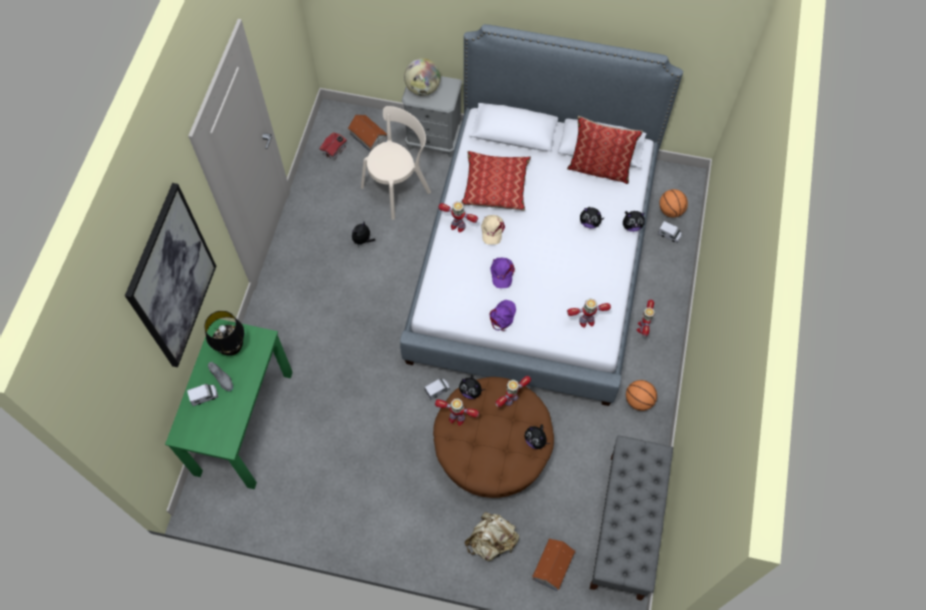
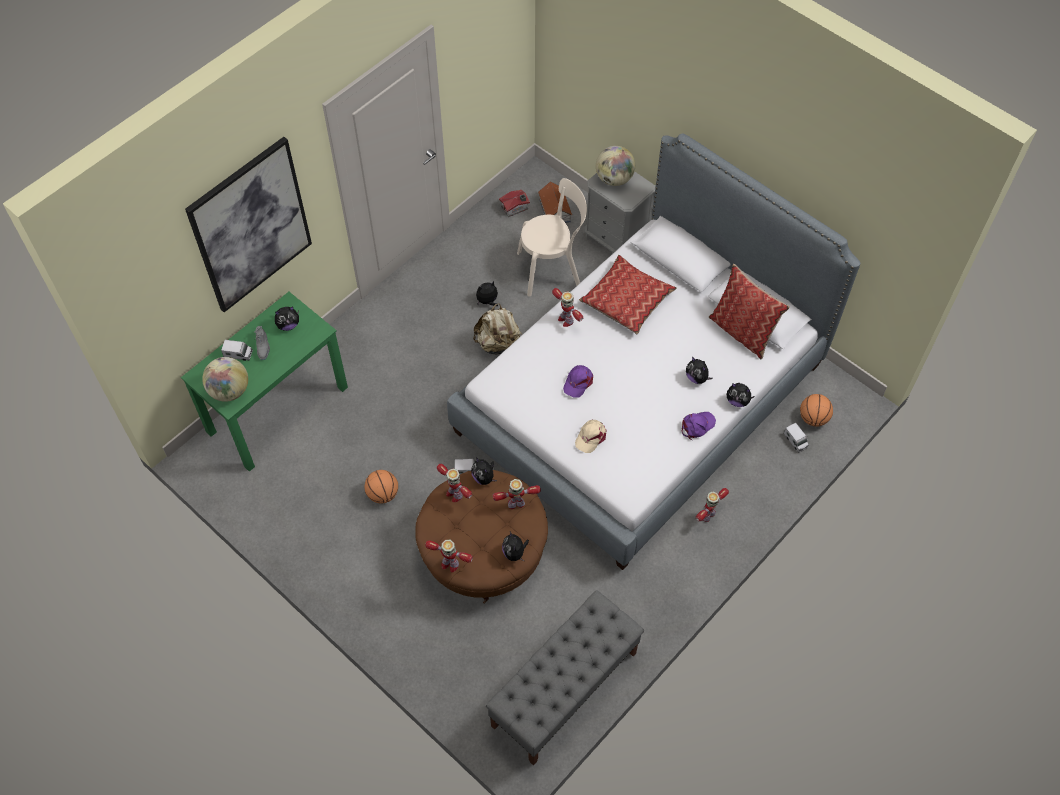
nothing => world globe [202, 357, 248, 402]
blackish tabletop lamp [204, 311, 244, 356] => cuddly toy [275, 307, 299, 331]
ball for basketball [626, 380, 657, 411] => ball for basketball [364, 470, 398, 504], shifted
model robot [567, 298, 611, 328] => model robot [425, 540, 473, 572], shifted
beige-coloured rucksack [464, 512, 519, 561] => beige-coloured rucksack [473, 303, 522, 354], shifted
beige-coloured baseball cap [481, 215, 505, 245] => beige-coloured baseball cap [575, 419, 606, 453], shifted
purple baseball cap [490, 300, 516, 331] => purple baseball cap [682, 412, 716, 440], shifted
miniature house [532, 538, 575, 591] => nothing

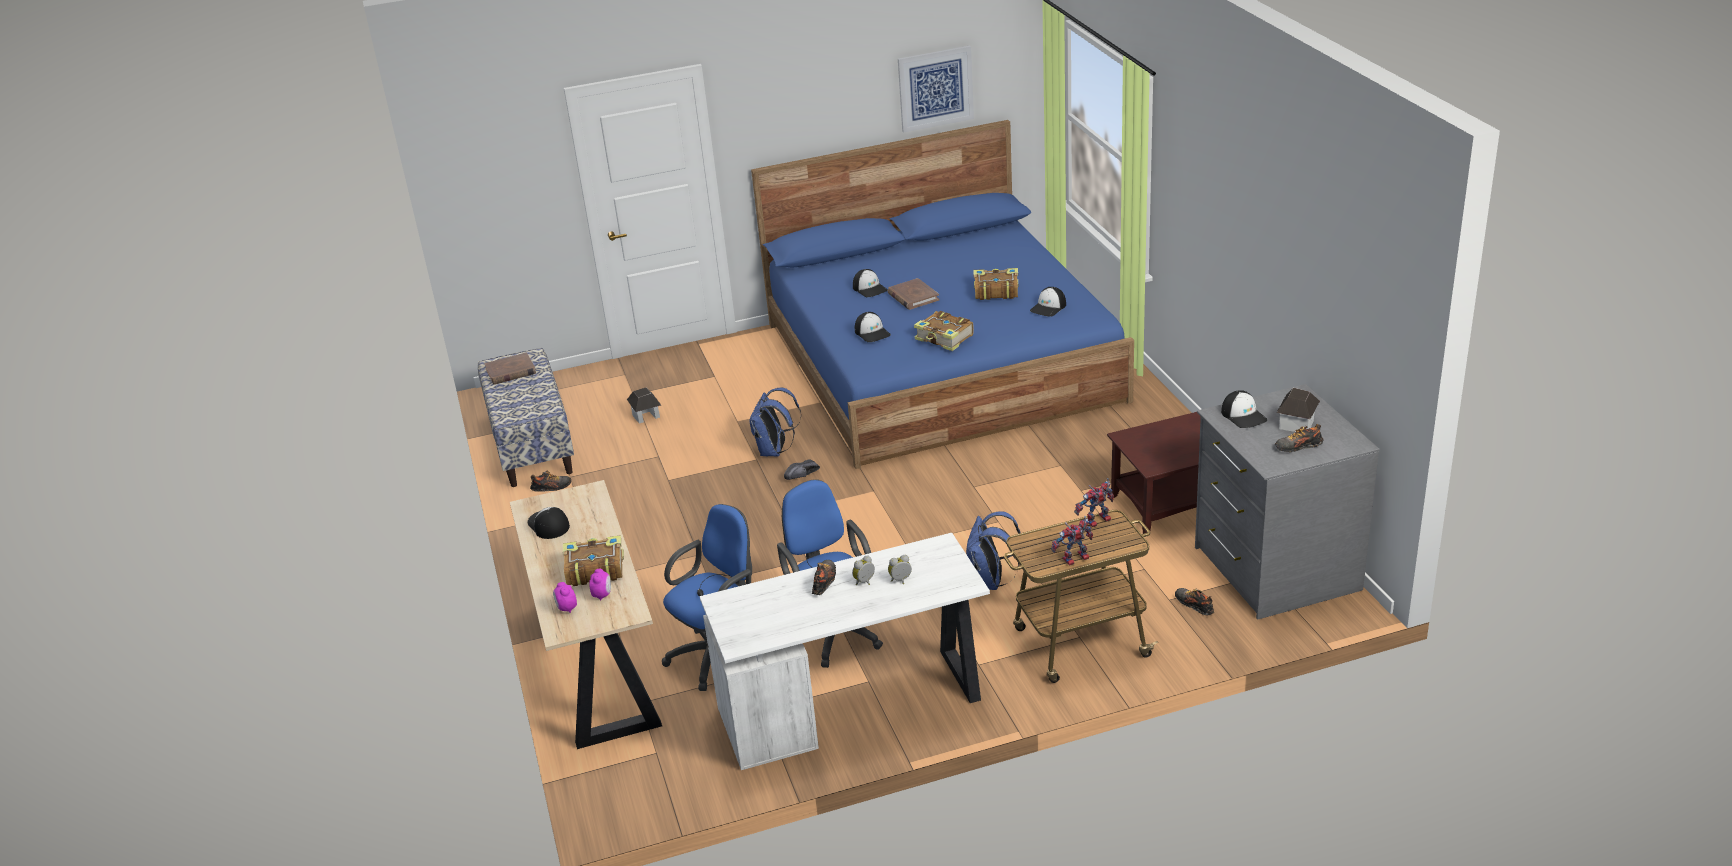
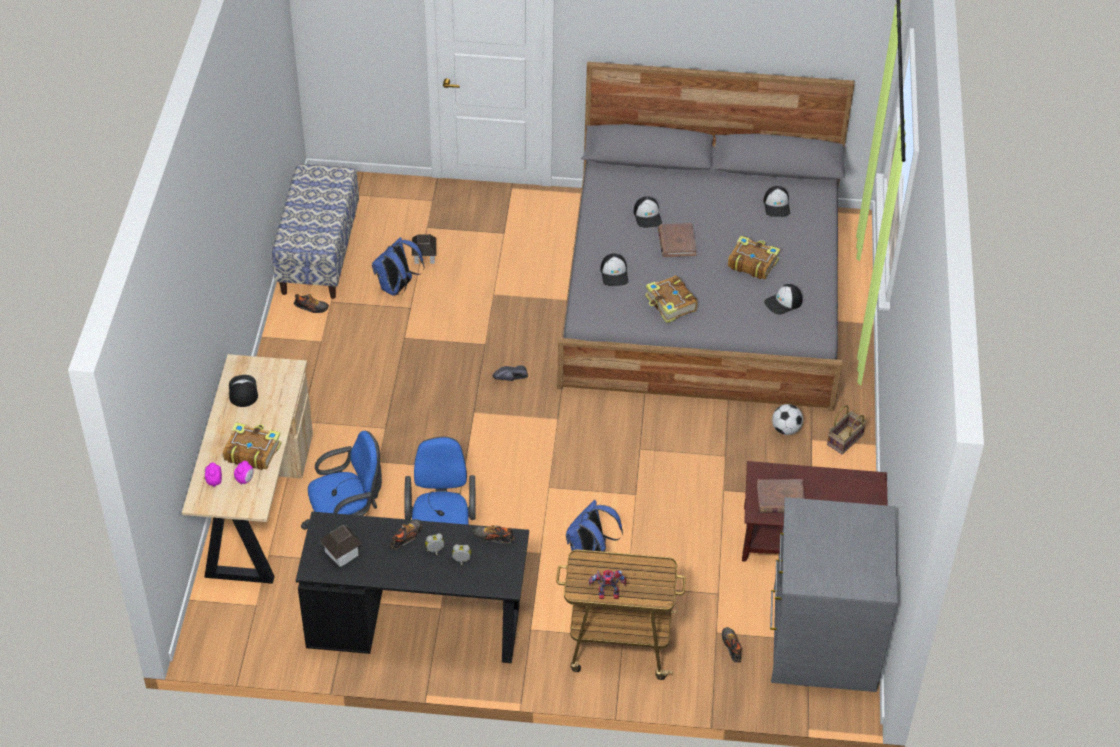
whitish desk table [700, 533, 990, 770] => blackish desk table [296, 512, 529, 663]
miniature house [1276, 388, 1320, 432] => miniature house [320, 525, 363, 567], shifted
blue rucksack [750, 388, 801, 457] => blue rucksack [372, 237, 425, 296], shifted
shoe [1275, 424, 1323, 452] => shoe [473, 525, 515, 544], shifted
blue sleeping bed [751, 120, 1134, 469] => greyish sleeping bed [557, 62, 855, 411]
brownish book [484, 352, 536, 385] => brownish book [757, 479, 805, 513], shifted
baseball cap [1221, 390, 1268, 428] => baseball cap [763, 186, 790, 217], shifted
nothing => football ball [772, 404, 803, 435]
nothing => household basket [827, 405, 867, 454]
wall picture [898, 46, 974, 133] => nothing
model robot [1074, 478, 1114, 527] => nothing

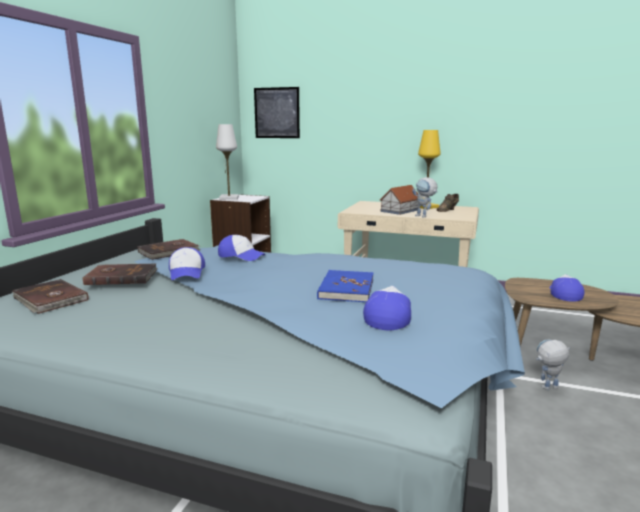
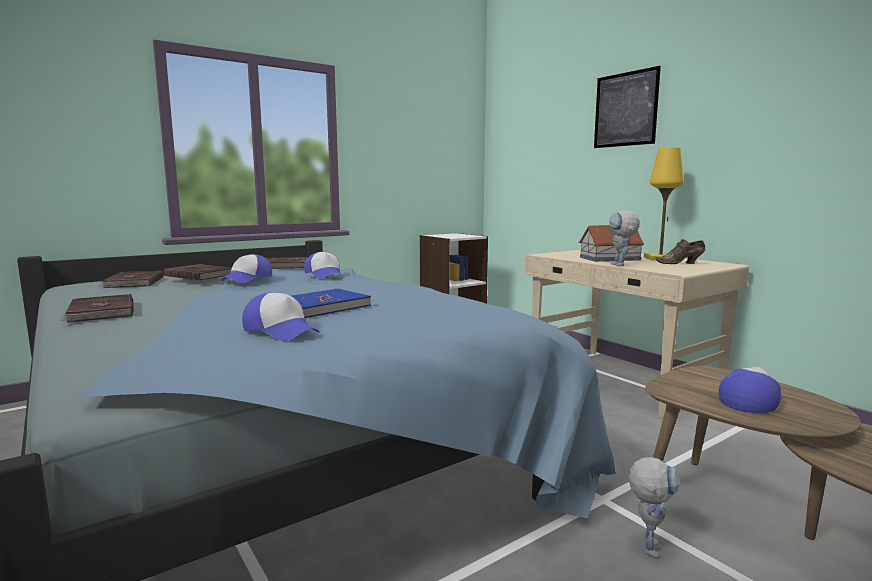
nothing => brownish book [60, 294, 134, 323]
baseball cap [363, 286, 411, 330] => baseball cap [242, 292, 319, 341], 75 degrees clockwise
wall picture [254, 87, 300, 138] => wall picture [594, 66, 661, 148], shifted
model robot [536, 339, 570, 390] => model robot [628, 457, 680, 558], 90 degrees clockwise
whitish tabletop lamp [216, 124, 239, 200] => nothing

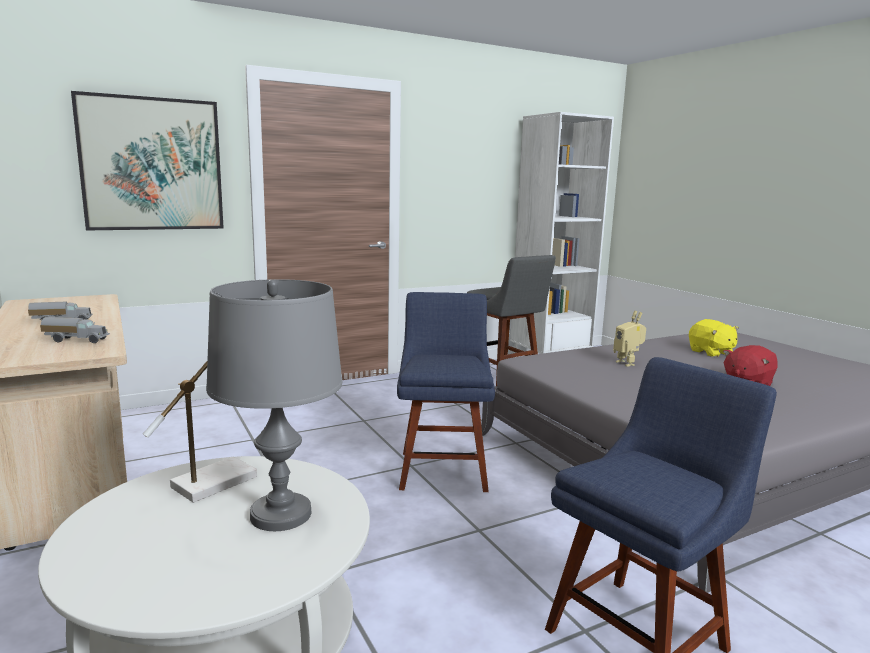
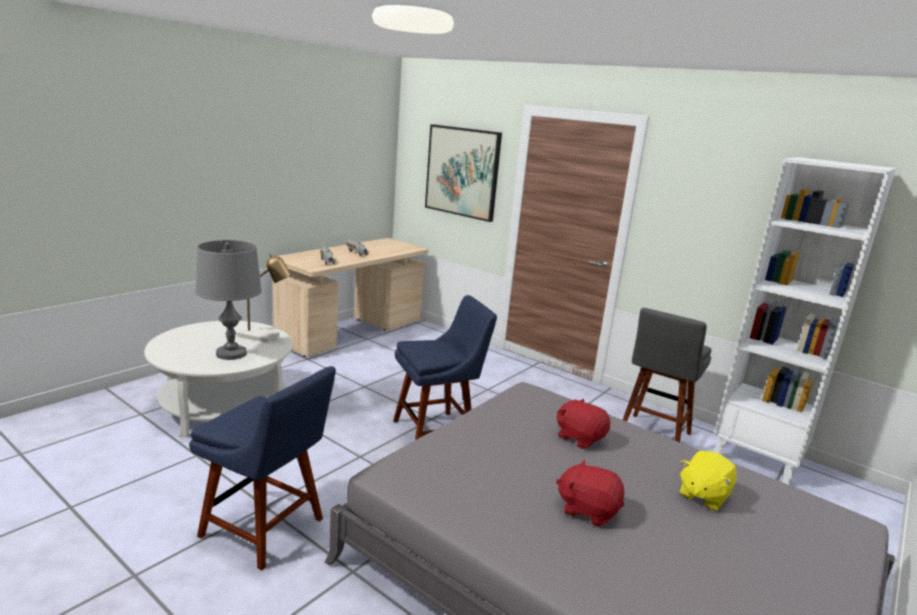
model robot [613, 310, 646, 367] => red cuddly toy [557, 398, 610, 449]

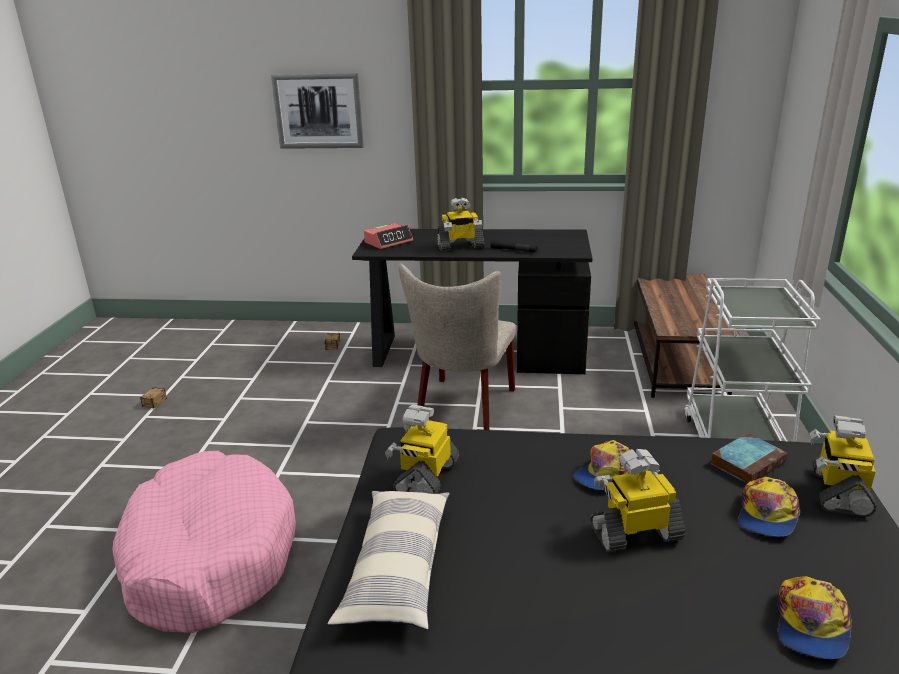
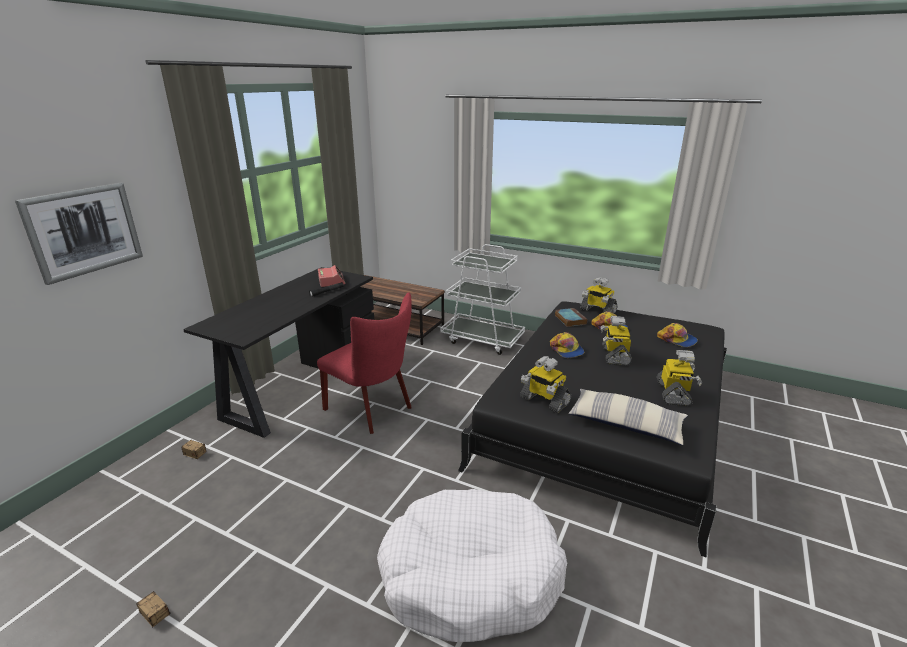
beige-coloured plain chair [398, 263, 516, 430] => red plain chair [317, 292, 412, 434]
alarm clock [364, 223, 413, 249] => alarm clock [318, 265, 345, 287], shifted
pinkish dog bed [112, 451, 296, 633] => whitish dog bed [377, 489, 567, 642]
model robot [437, 197, 484, 251] => model robot [657, 350, 702, 406], shifted

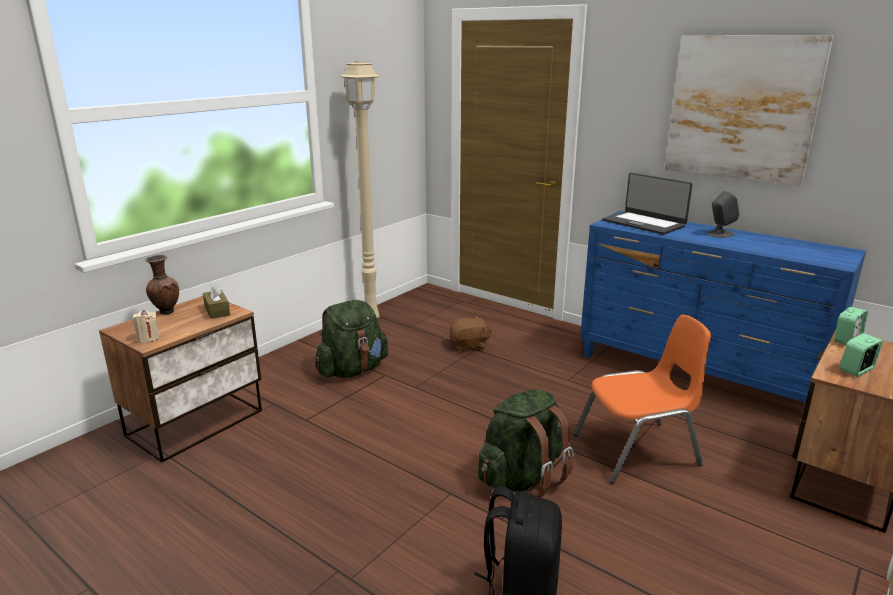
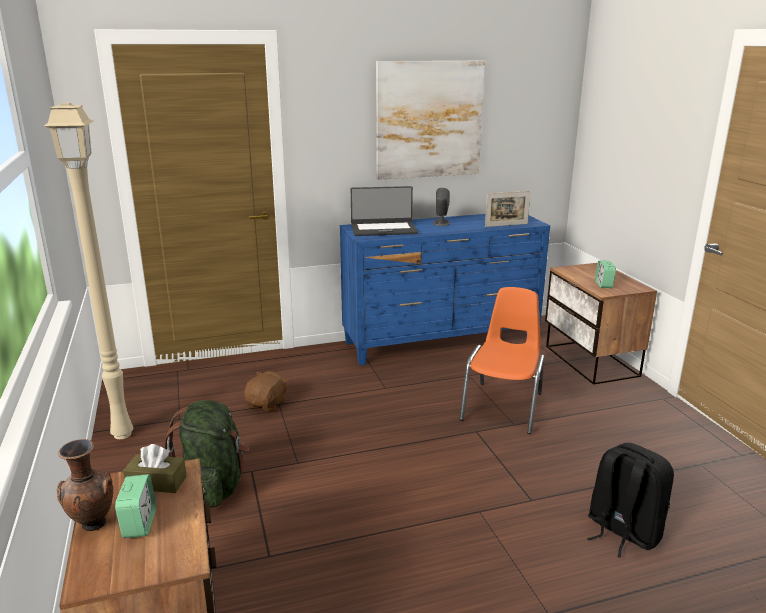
alarm clock [834, 307, 868, 345] => alarm clock [115, 474, 156, 538], shifted
nothing => standing frame [485, 191, 531, 227]
beige-coloured candle [132, 310, 160, 343] => nothing
greenish rucksack [478, 389, 574, 497] => nothing

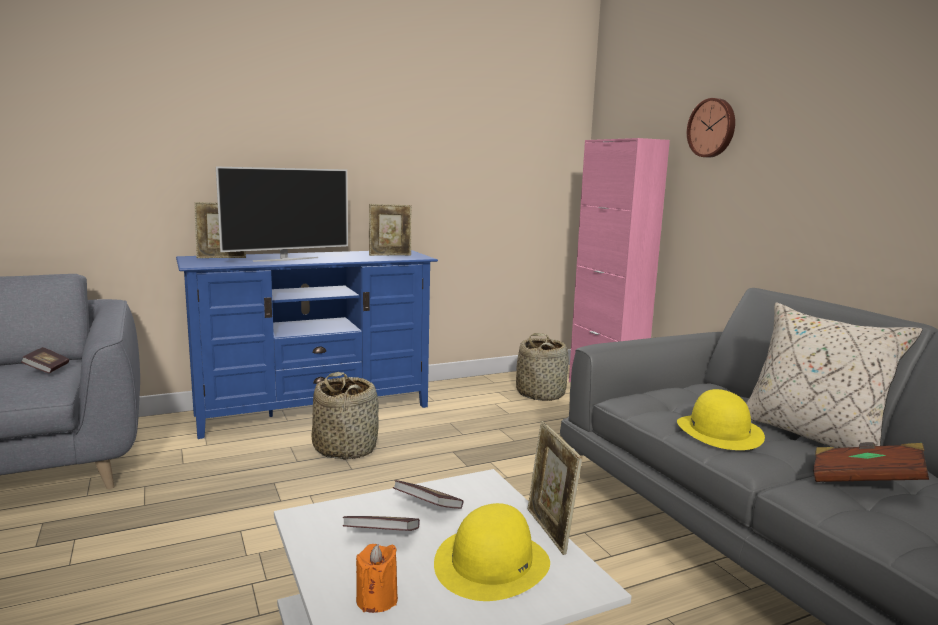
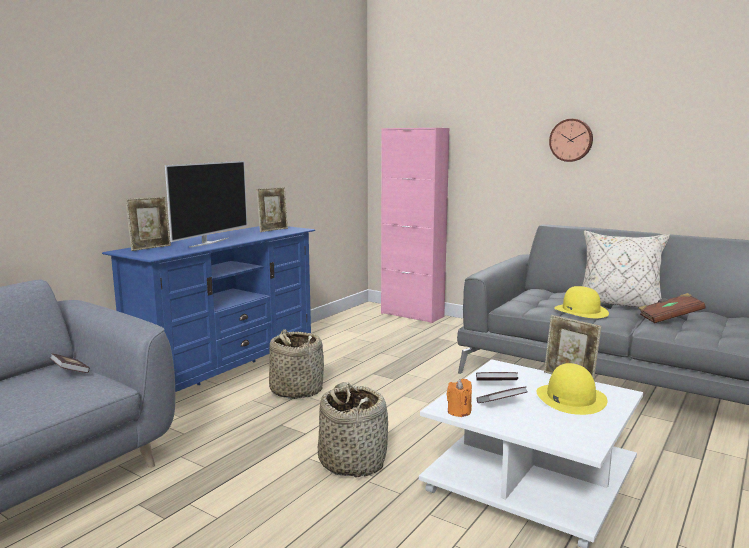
household basket [516, 333, 569, 401] => household basket [318, 382, 388, 477], shifted
orange-coloured candle [356, 544, 398, 613] => orange-coloured candle [446, 379, 472, 417], shifted
wall clock [687, 98, 735, 157] => wall clock [549, 119, 593, 162], shifted

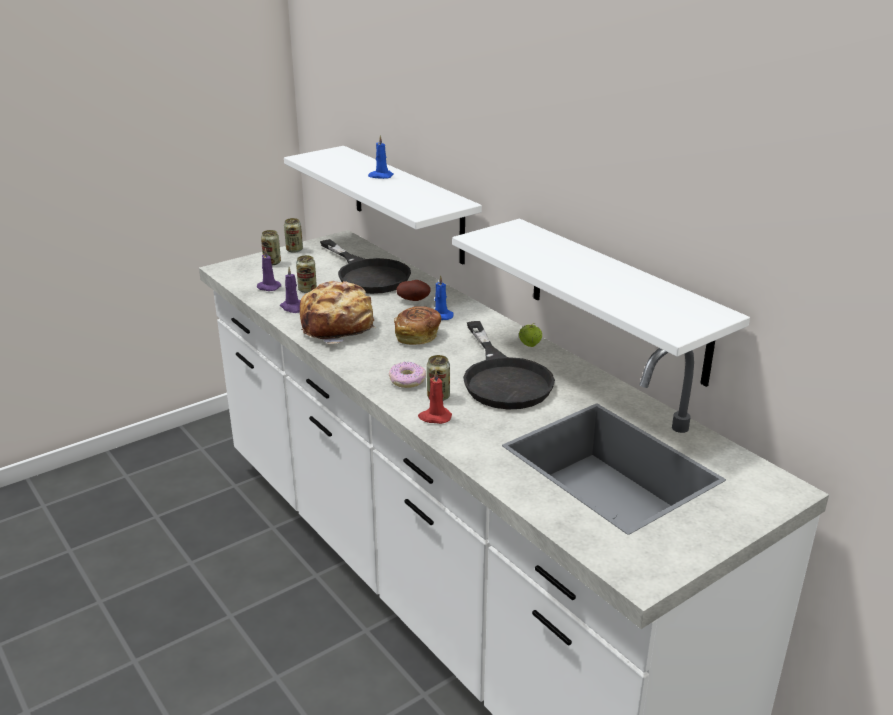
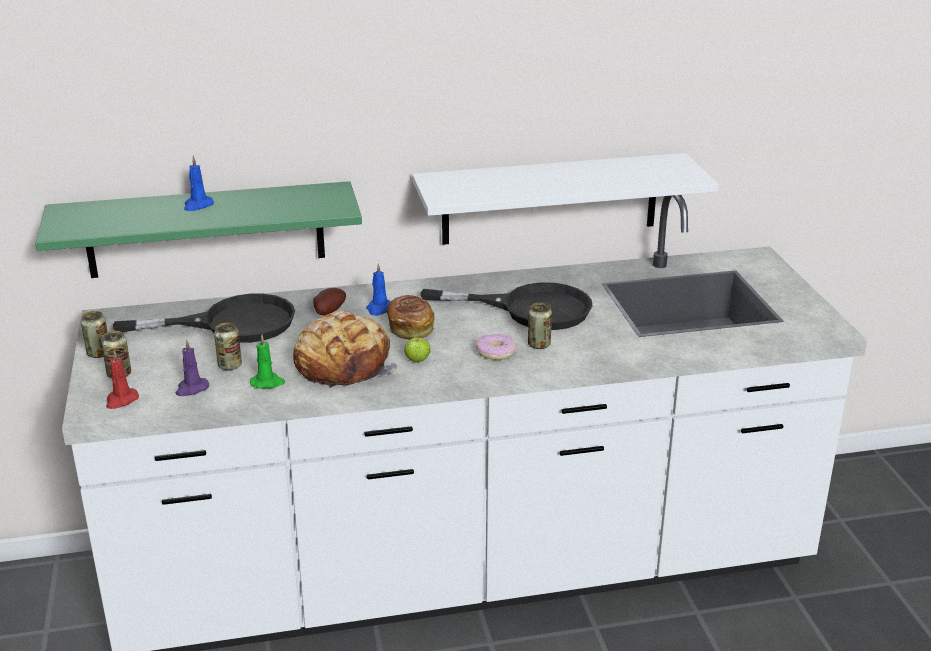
whitish bracket shelf [284, 146, 482, 264] => greenish bracket shelf [35, 181, 362, 278]
red candle [418, 370, 452, 424] => red candle [106, 350, 139, 409], shifted
purple candle [280, 267, 301, 313] => greenish candle [250, 334, 285, 389]
whole apple [519, 323, 542, 347] => whole apple [404, 334, 430, 363], shifted

